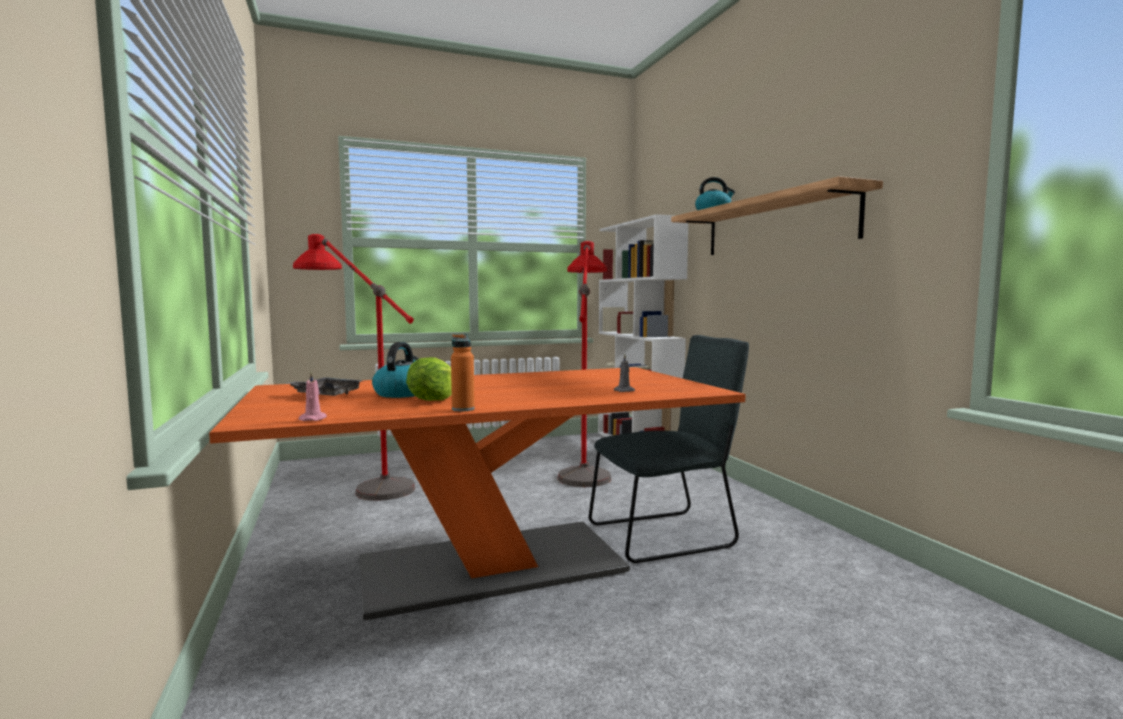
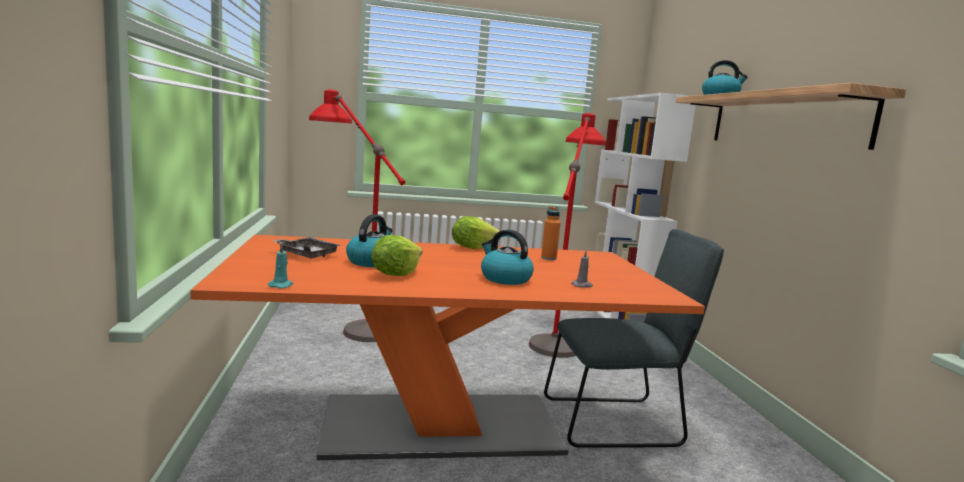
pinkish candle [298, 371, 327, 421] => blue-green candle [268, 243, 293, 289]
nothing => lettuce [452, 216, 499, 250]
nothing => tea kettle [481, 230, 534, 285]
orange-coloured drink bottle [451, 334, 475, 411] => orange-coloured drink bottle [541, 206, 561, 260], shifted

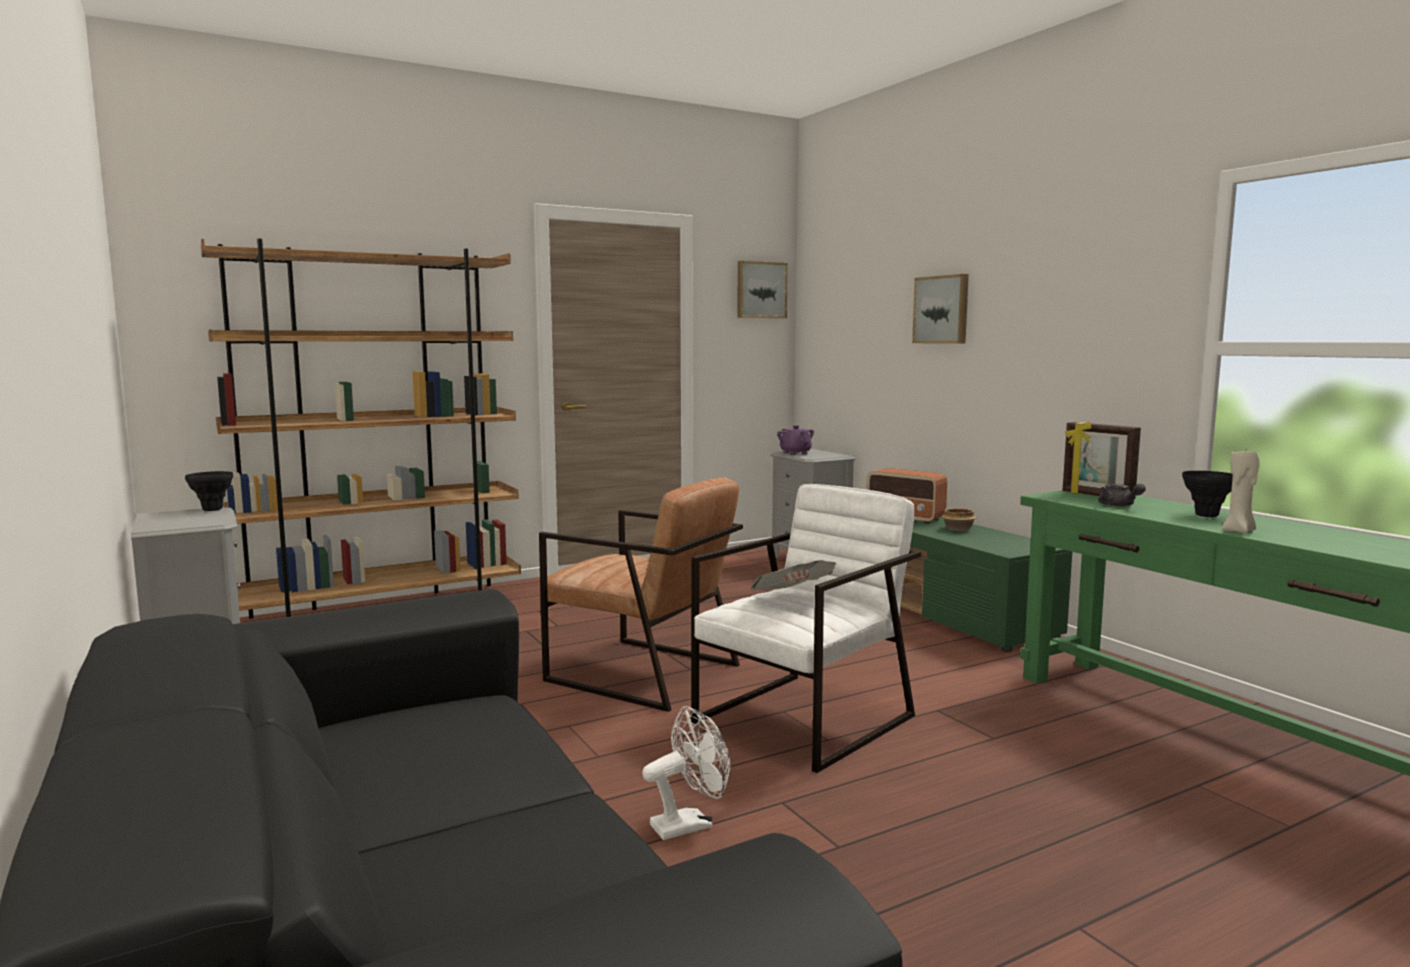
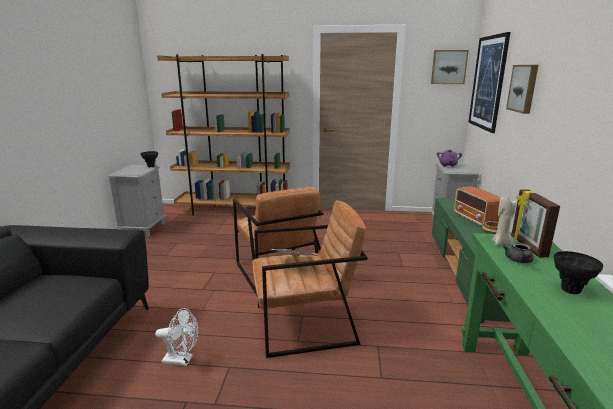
whitish armchair [691, 484, 921, 773] => brownish armchair [252, 200, 367, 358]
nothing => wall picture [468, 32, 511, 133]
beige-coloured candle [1222, 451, 1260, 533] => beige-coloured candle [492, 197, 517, 246], shifted

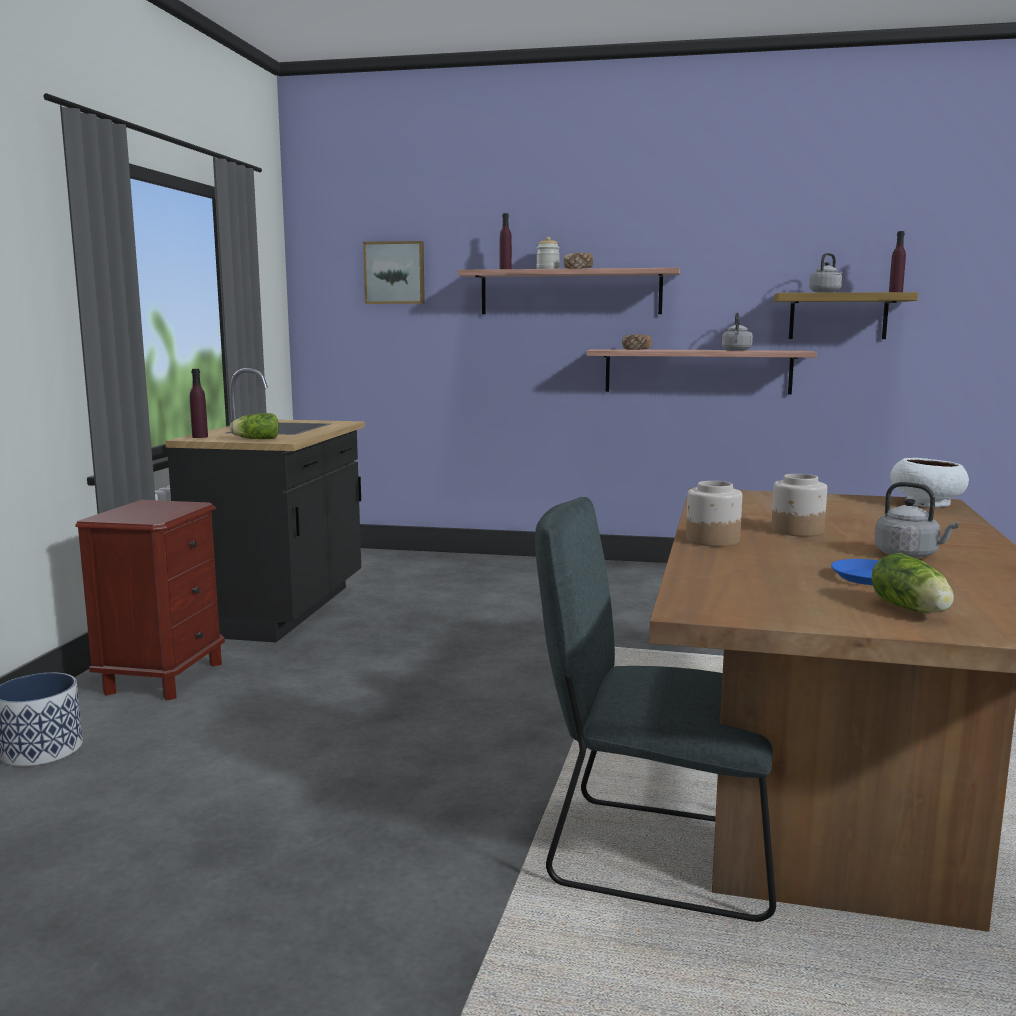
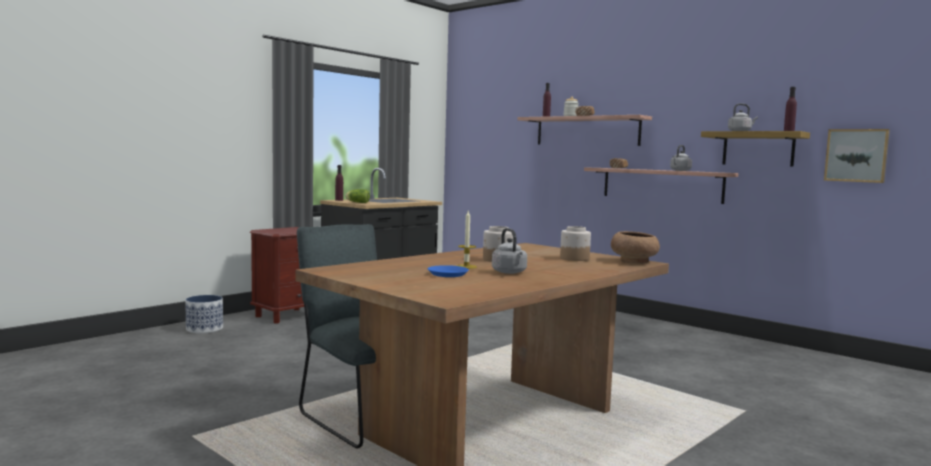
nothing => candle [457, 211, 477, 269]
storage jar [686, 481, 742, 547] => storage jar [560, 226, 591, 261], shifted
whitish bowl [890, 458, 969, 507] => brownish bowl [611, 231, 660, 264]
wall picture [363, 241, 425, 304] => wall picture [824, 129, 890, 183], shifted
lettuce [871, 553, 954, 613] => nothing

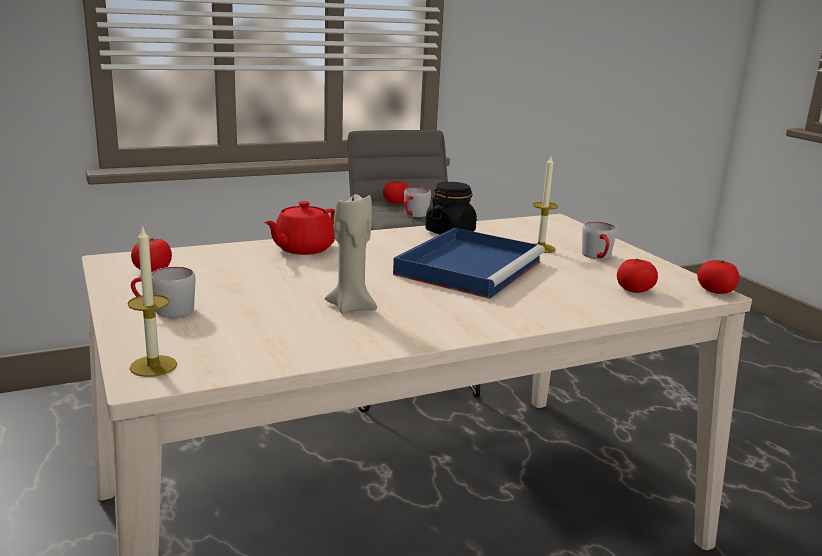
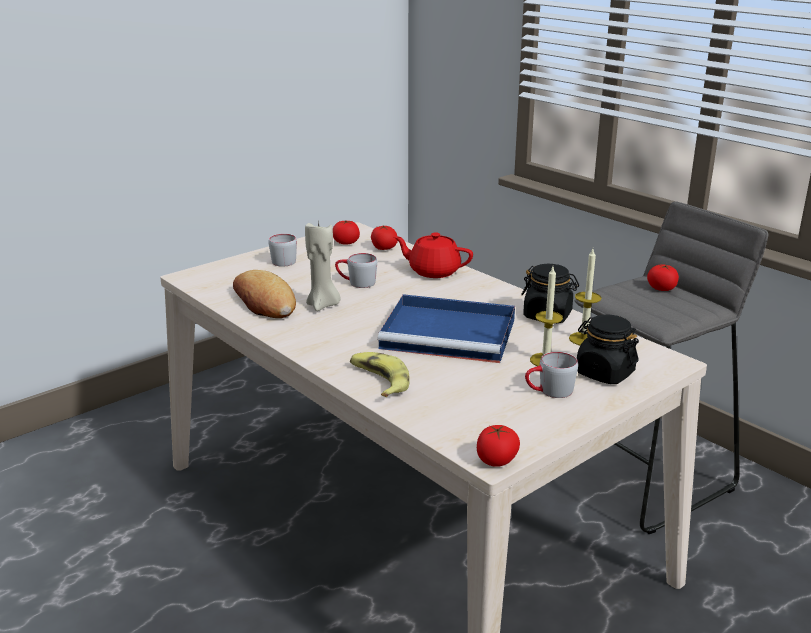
nothing => bread [233, 270, 296, 318]
greyish mug [404, 187, 431, 217] => greyish mug [335, 253, 377, 288], shifted
nothing => banana fruit [350, 352, 410, 397]
fresh tomato [617, 258, 658, 293] => fresh tomato [371, 225, 398, 250], shifted
candle [127, 225, 177, 377] => candle [569, 249, 602, 345], shifted
nothing => blackish storage jar [577, 314, 639, 384]

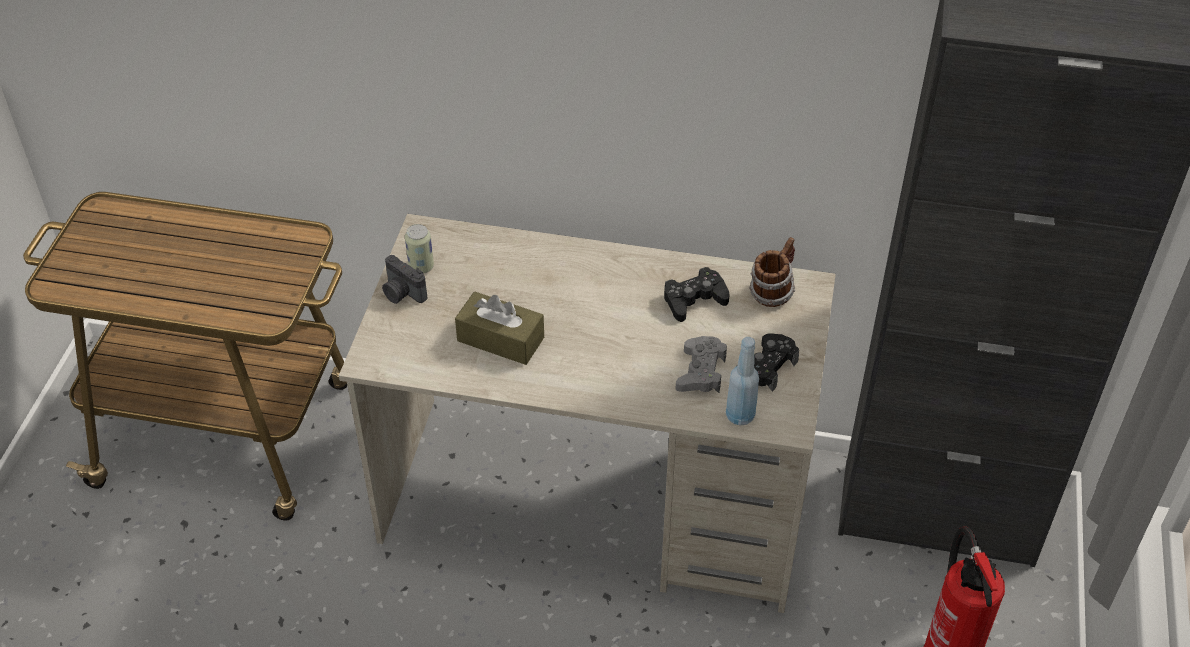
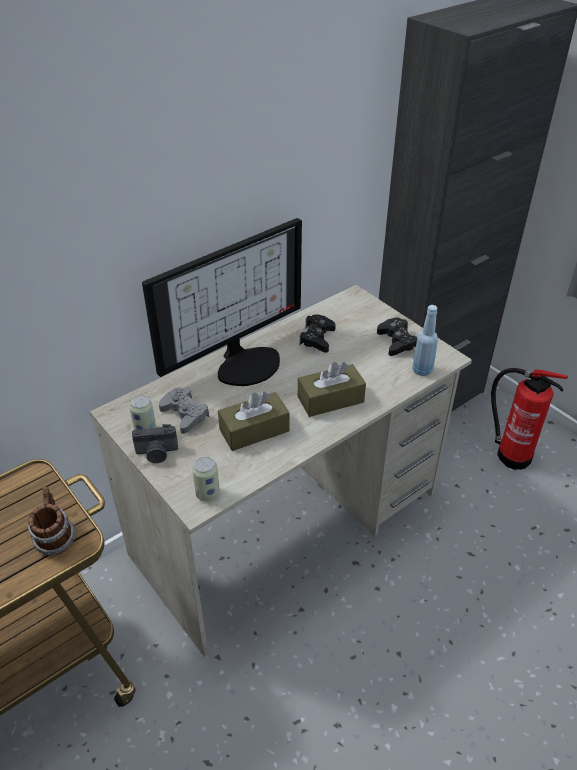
mug [749, 237, 795, 307] => mug [27, 487, 75, 555], shifted
nothing => computer screen [142, 218, 302, 386]
greyish joypad [676, 336, 727, 393] => greyish joypad [159, 387, 209, 434], shifted
nothing => can [192, 457, 220, 502]
nothing => brownish box of tissues [298, 362, 366, 417]

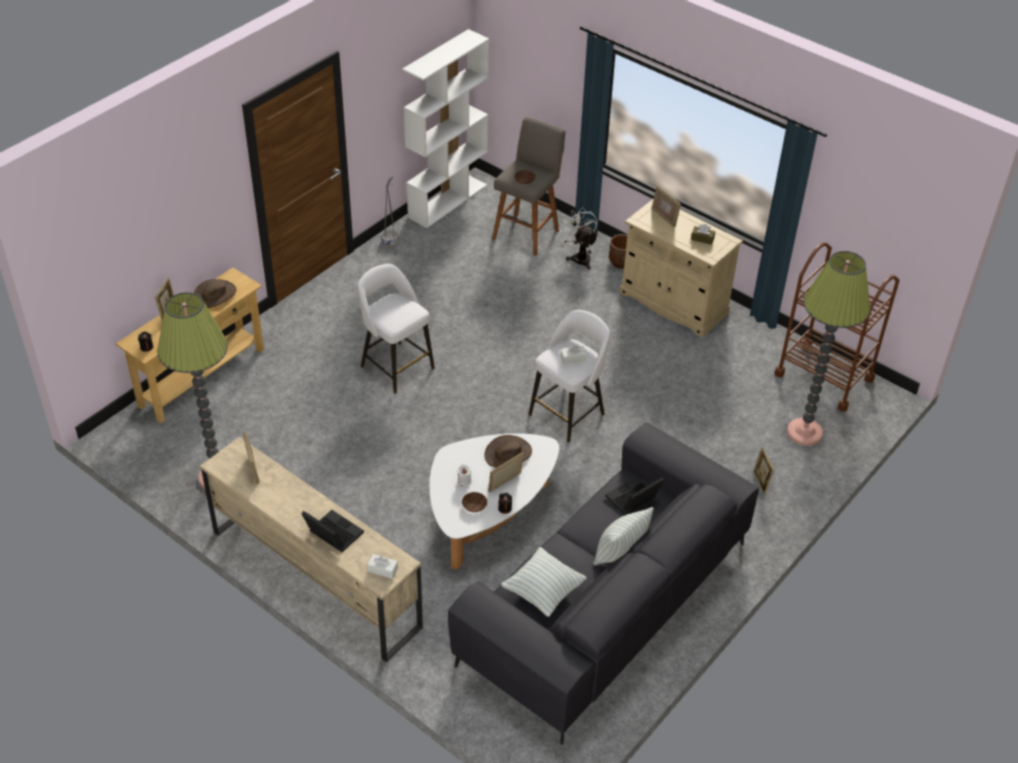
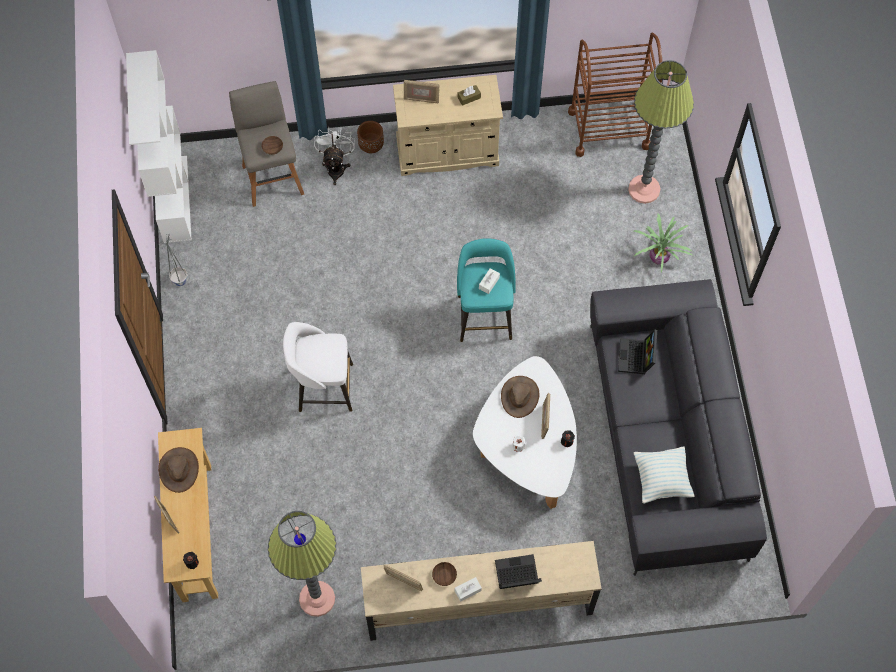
whitish fan [558, 207, 598, 270] => whitish fan [314, 127, 355, 185], 75 degrees clockwise
brownish bowl [462, 492, 487, 512] => brownish bowl [432, 562, 457, 586], shifted
whitish box of tissues [367, 554, 398, 579] => whitish box of tissues [455, 577, 482, 602], shifted
whitish stool seat [529, 310, 610, 442] => blue-green stool seat [457, 238, 516, 342]
standing frame [753, 447, 774, 495] => plant in a pot [633, 213, 693, 272]
pillow [593, 507, 654, 566] => nothing

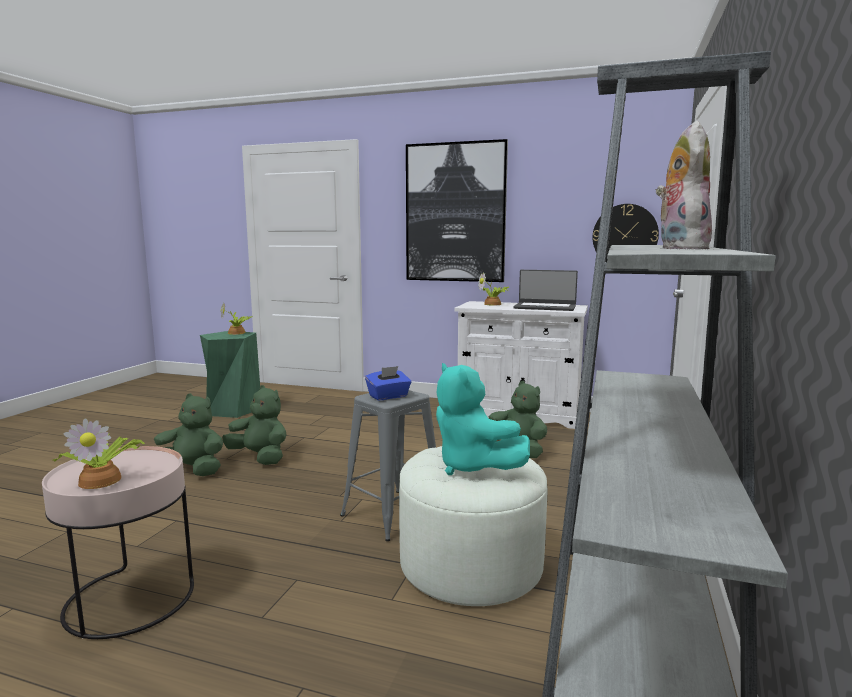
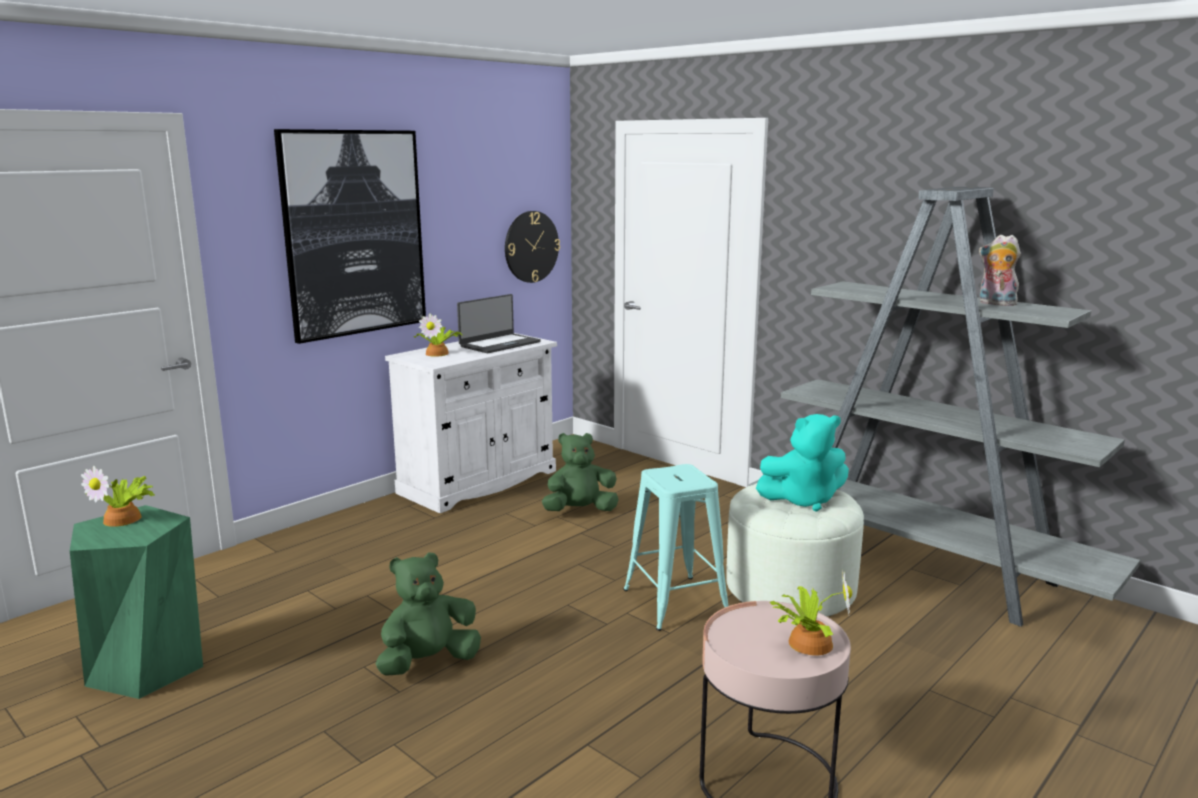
greyish stool seat [340, 390, 436, 541] => blue-green stool seat [623, 464, 729, 631]
greenish cuddly toy [154, 393, 223, 476] => nothing
blue box of tissues [365, 366, 411, 401] => nothing

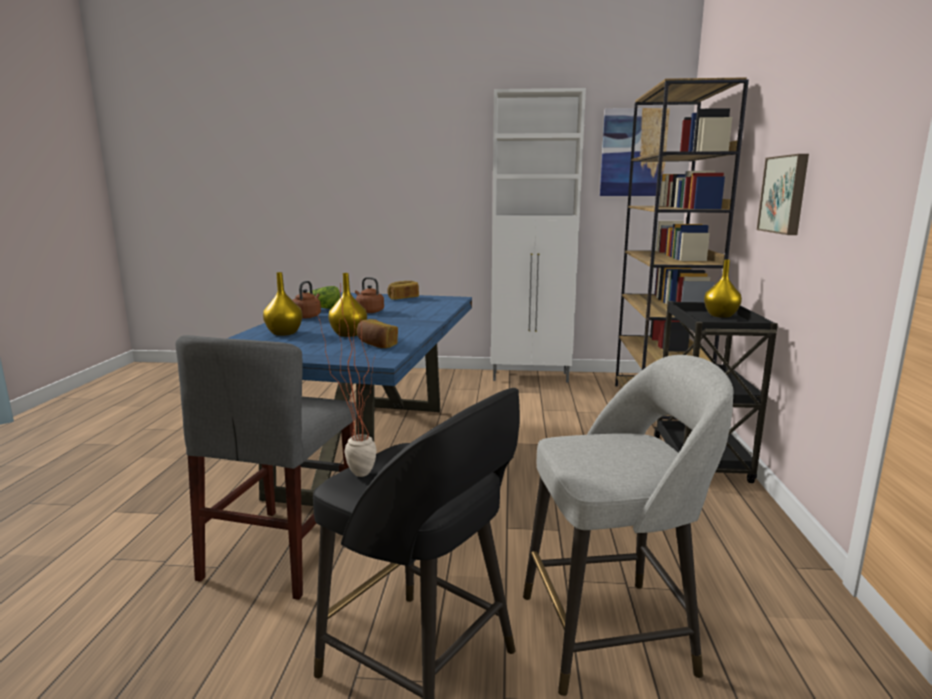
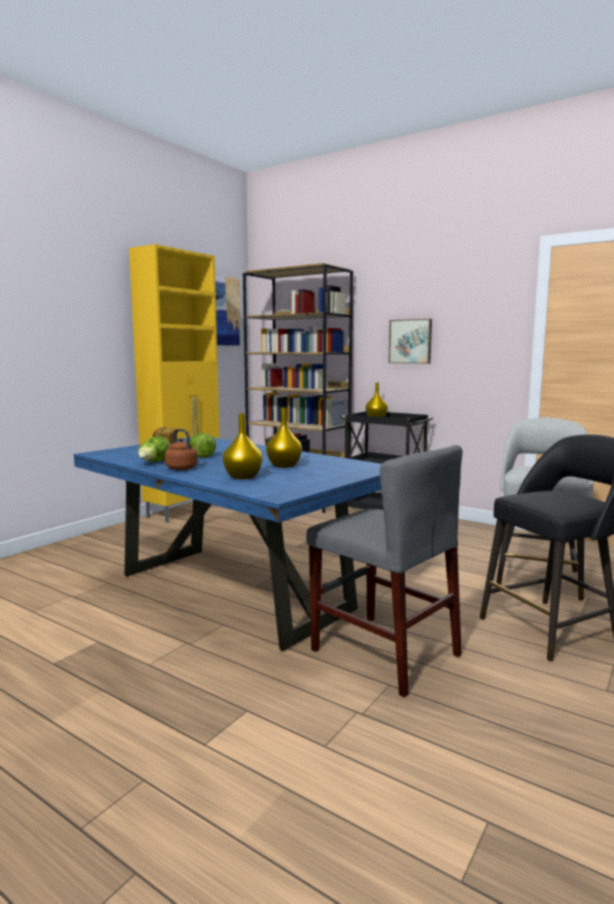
whitish cabinet [491, 88, 586, 383] => yellowish cabinet [129, 244, 220, 523]
brownish tea kettle [355, 277, 384, 313] => lettuce [190, 433, 216, 458]
plant in a pot [316, 283, 377, 477] => nothing
bread [357, 319, 398, 348] => nothing

